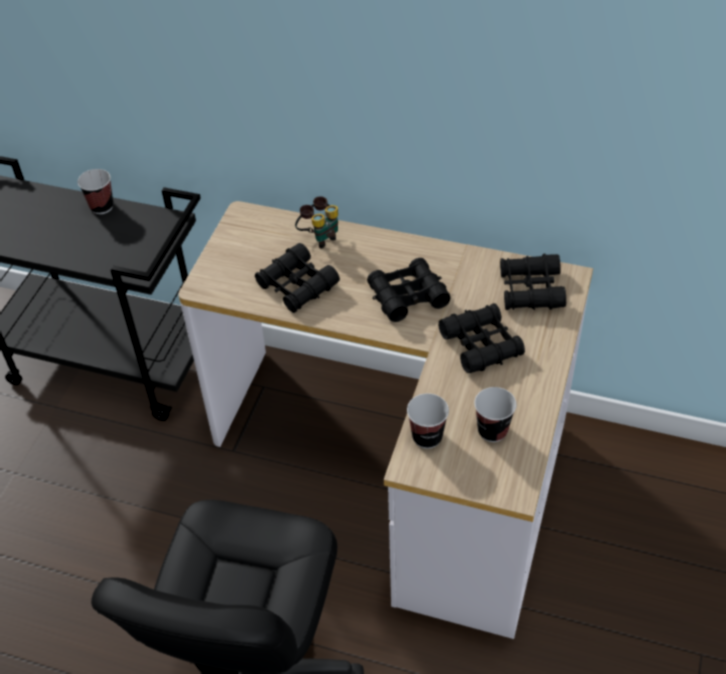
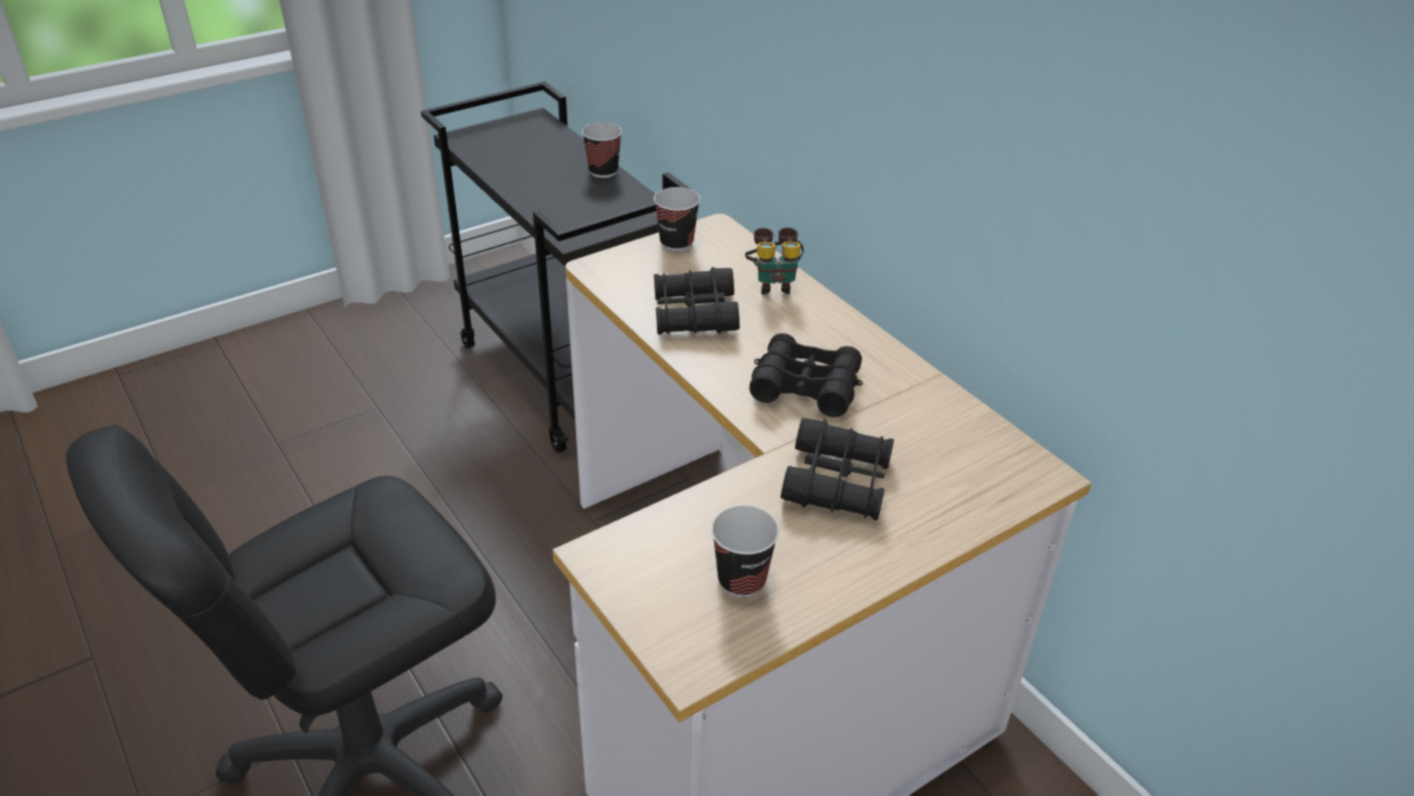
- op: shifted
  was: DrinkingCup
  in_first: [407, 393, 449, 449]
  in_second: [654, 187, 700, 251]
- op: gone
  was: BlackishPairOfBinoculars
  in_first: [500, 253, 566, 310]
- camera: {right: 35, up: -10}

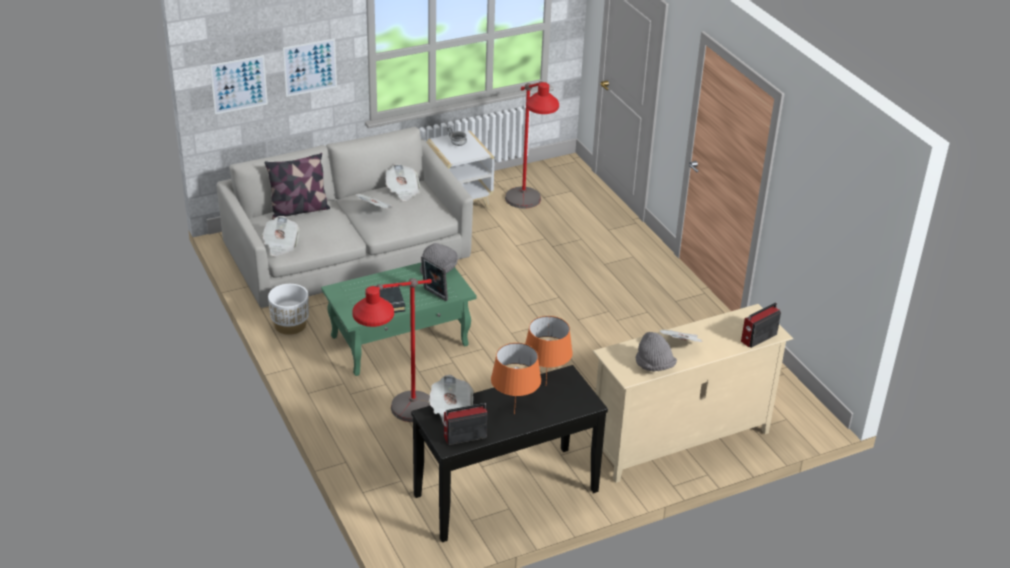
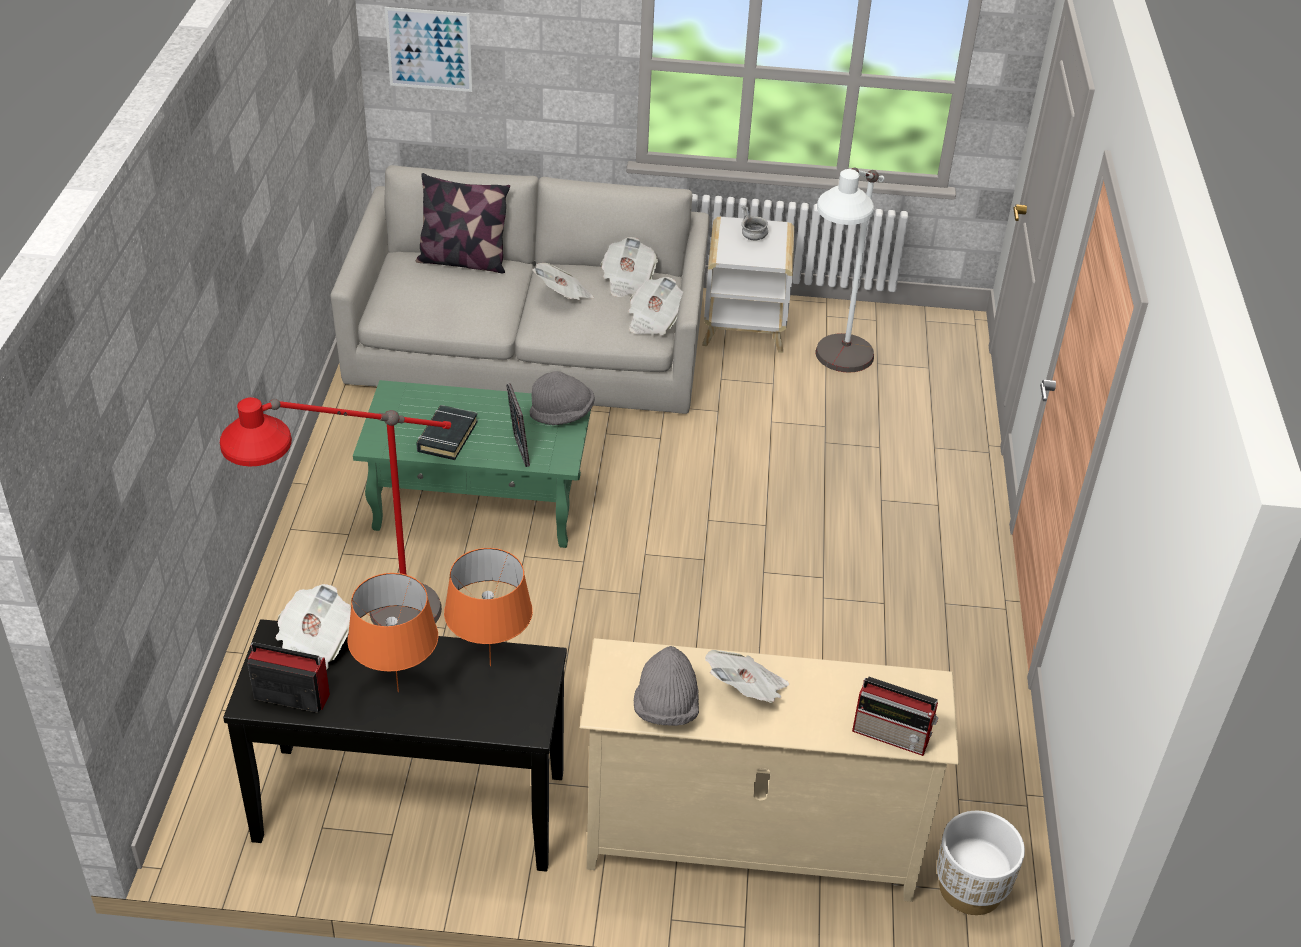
- op: shifted
  was: PrintedPaper
  in_first: [262, 216, 300, 256]
  in_second: [628, 277, 683, 335]
- op: shifted
  was: WhitishPlanter
  in_first: [268, 284, 309, 335]
  in_second: [937, 811, 1025, 915]
- op: gone
  was: WallArt
  in_first: [283, 38, 337, 97]
- op: repainted
  was: RedStandardLamp
  now: WhitishStandardLamp
  in_first: [505, 81, 559, 209]
  in_second: [815, 167, 885, 372]
- op: rotated
  was: RadioSet
  in_first: [741, 302, 781, 348]
  in_second: [852, 677, 938, 756]
  clockwise: -150
- camera: {right: 30, up: 5}

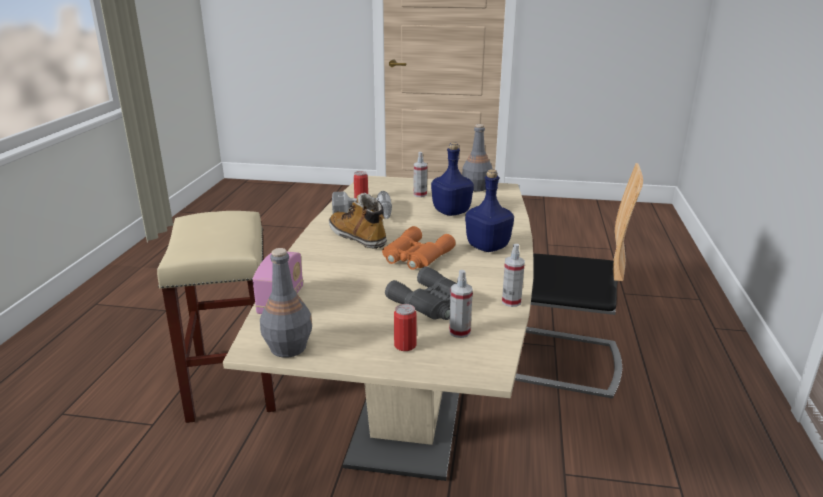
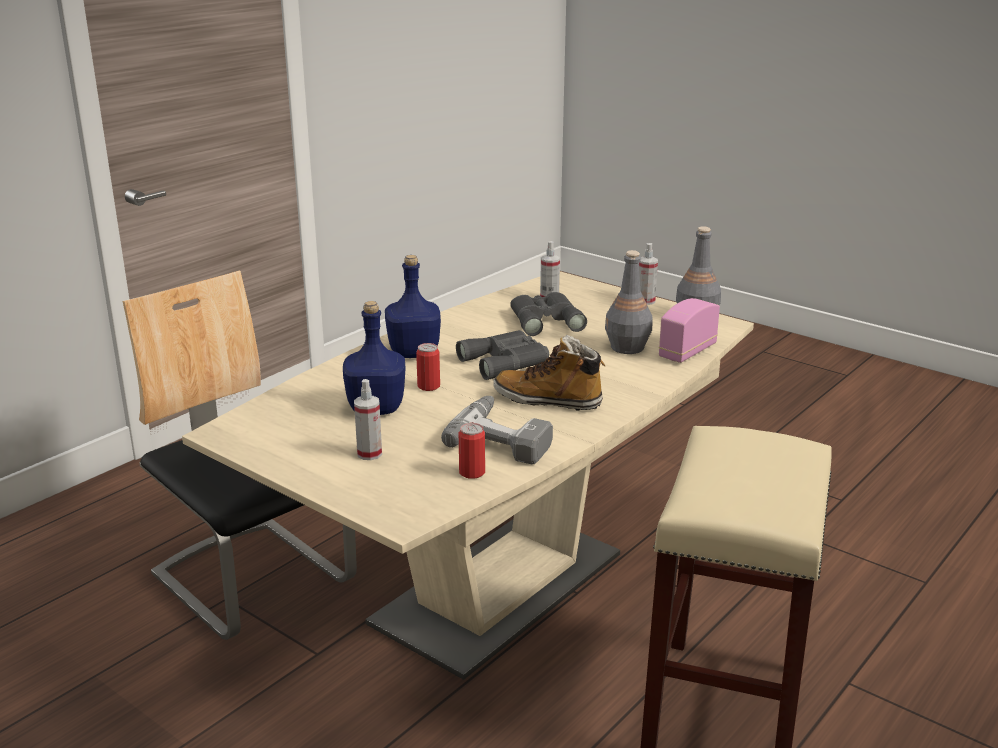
- op: rotated
  was: TallBoot
  in_first: [329, 192, 387, 249]
  in_second: [493, 335, 606, 411]
  clockwise: 120
- op: repainted
  was: OrangeyPairOfBinoculars
  now: GreyishPairOfBinoculars
  in_first: [382, 226, 456, 270]
  in_second: [456, 330, 549, 380]
- op: shifted
  was: Can
  in_first: [394, 304, 417, 351]
  in_second: [416, 343, 440, 391]
- op: shifted
  was: GreyishBeverageBottle
  in_first: [462, 124, 493, 192]
  in_second: [605, 250, 652, 354]
- op: shifted
  was: Sprayer
  in_first: [502, 244, 525, 307]
  in_second: [639, 243, 658, 305]
- camera: {right: -150, up: 0}

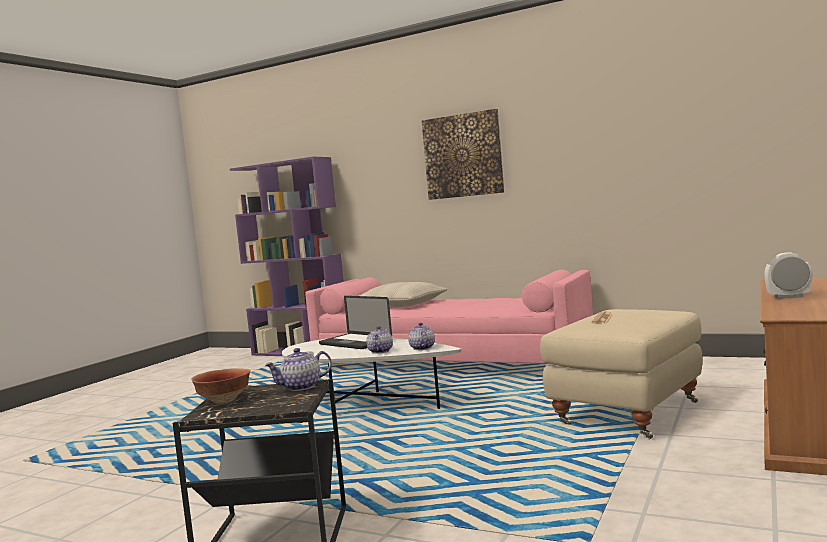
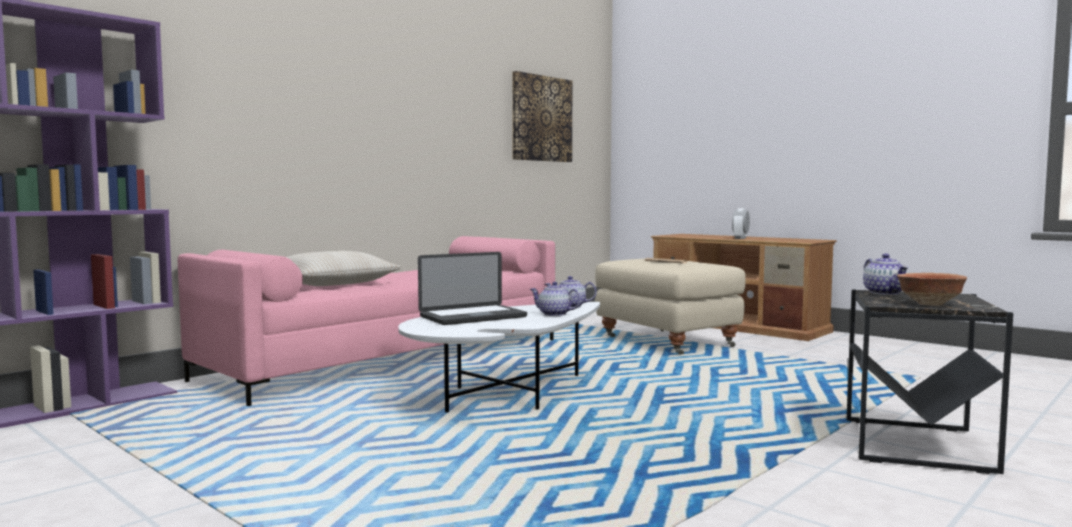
- op: shifted
  was: WallArt
  in_first: [422, 109, 504, 200]
  in_second: [512, 71, 572, 162]
- camera: {right: -75, up: 0}

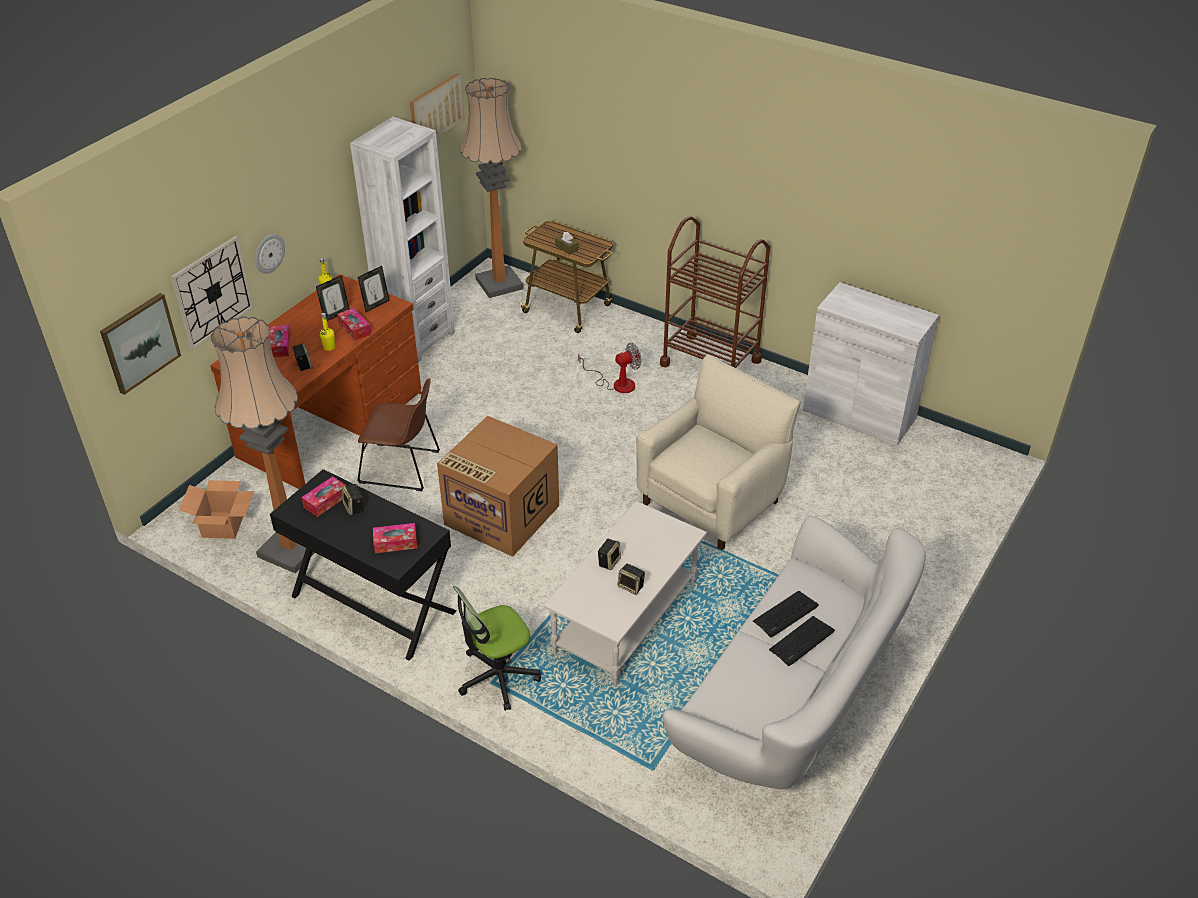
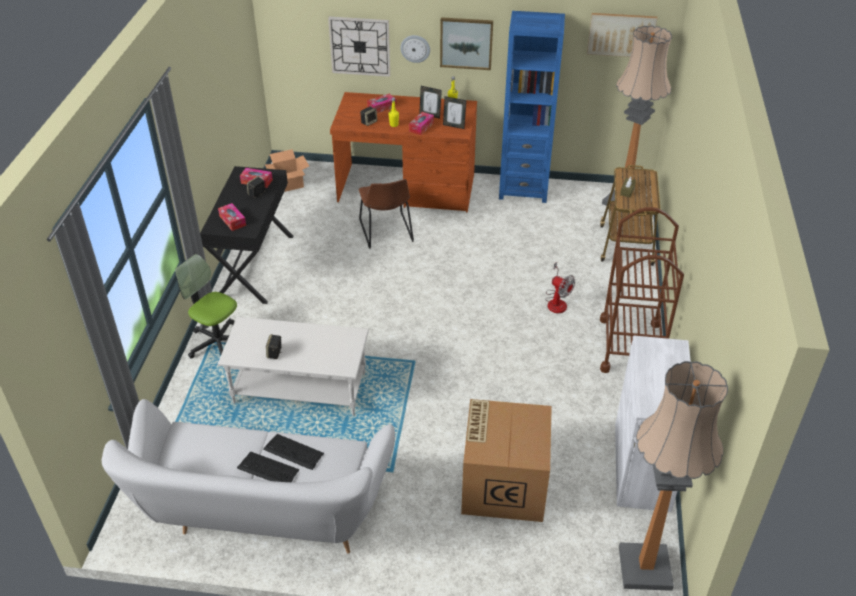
- op: shifted
  was: WallArt
  in_first: [100, 293, 181, 395]
  in_second: [440, 17, 493, 70]
- op: shifted
  was: StandardLamp
  in_first: [211, 316, 315, 573]
  in_second: [619, 361, 728, 591]
- op: repainted
  was: WhitishBookcase
  now: BlueBookcase
  in_first: [350, 117, 455, 363]
  in_second: [499, 11, 565, 203]
- op: shifted
  was: CardboardBox
  in_first: [437, 416, 559, 557]
  in_second: [461, 399, 552, 522]
- op: gone
  was: AudioSpeaker
  in_first: [598, 539, 621, 570]
- op: gone
  was: BeigeColouredArmchair
  in_first: [636, 354, 800, 550]
- camera: {right: 65, up: 0}

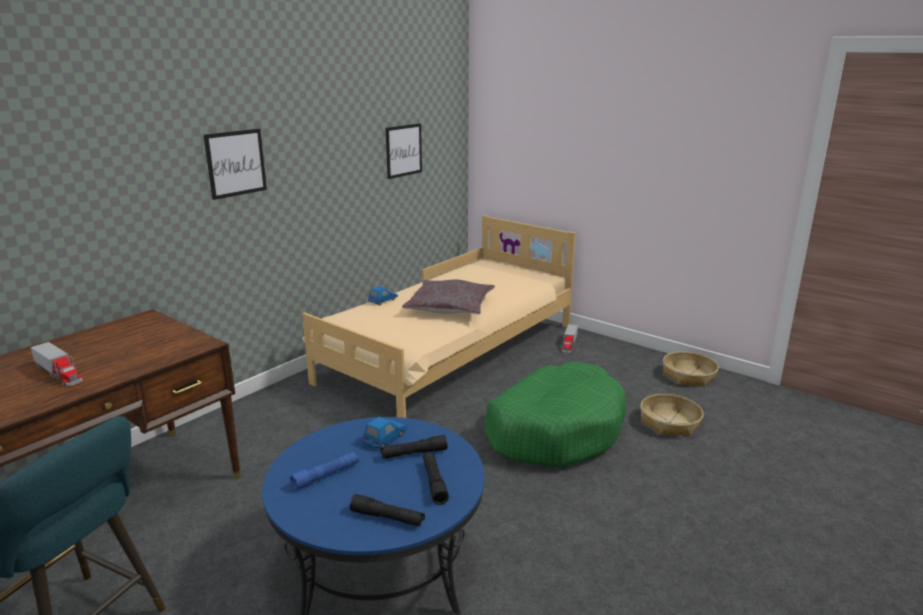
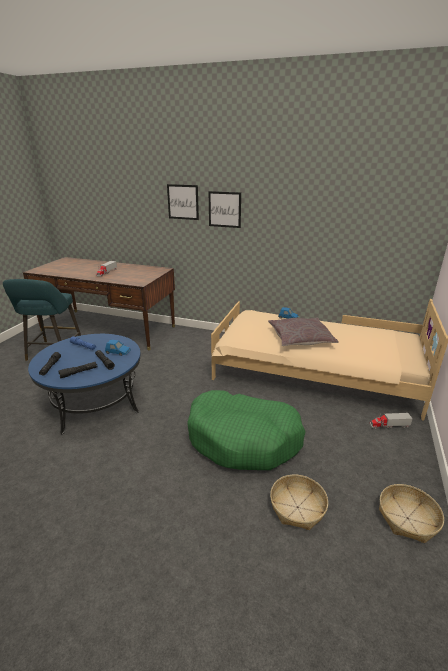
- op: shifted
  was: WallArt
  in_first: [386, 123, 422, 179]
  in_second: [167, 184, 199, 220]
- camera: {right: 70, up: 5}

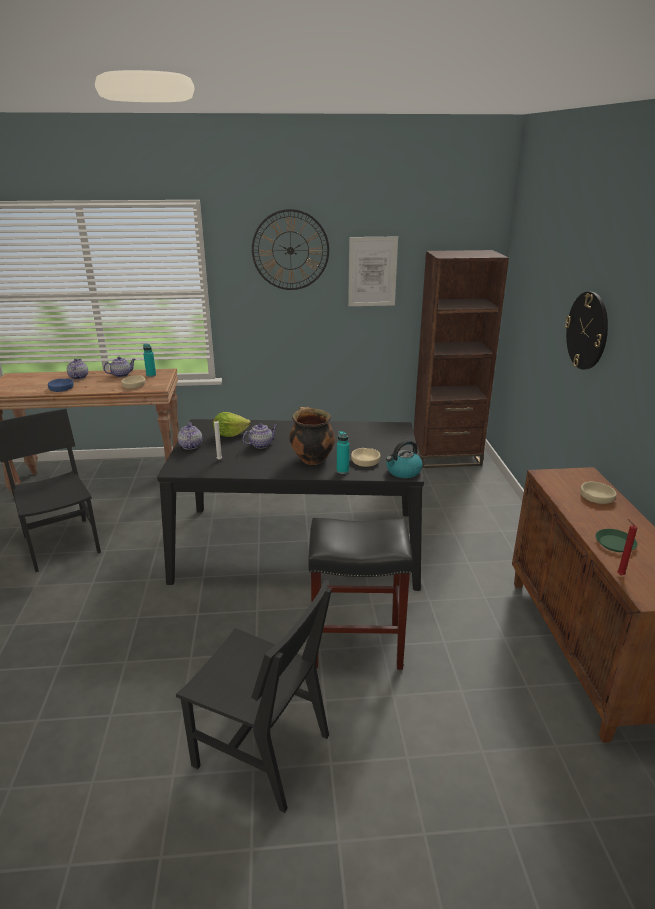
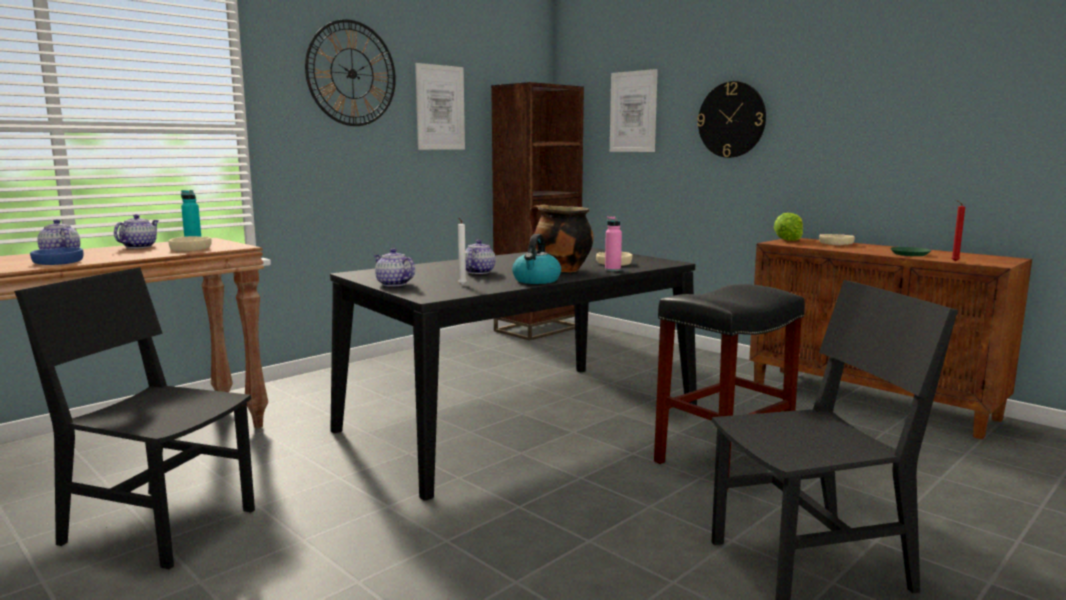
- op: shifted
  was: LettuceHead
  in_first: [213, 412, 251, 437]
  in_second: [774, 213, 803, 241]
- op: repainted
  was: BlueGreenBeverageBottle
  now: PinkishBeverageBottle
  in_first: [337, 431, 350, 474]
  in_second: [605, 216, 622, 271]
- op: shifted
  was: WaterKettle
  in_first: [386, 440, 423, 478]
  in_second: [512, 234, 561, 284]
- op: new
  now: WallArt
  in_second: [610, 69, 658, 152]
- camera: {right: -40, up: -15}

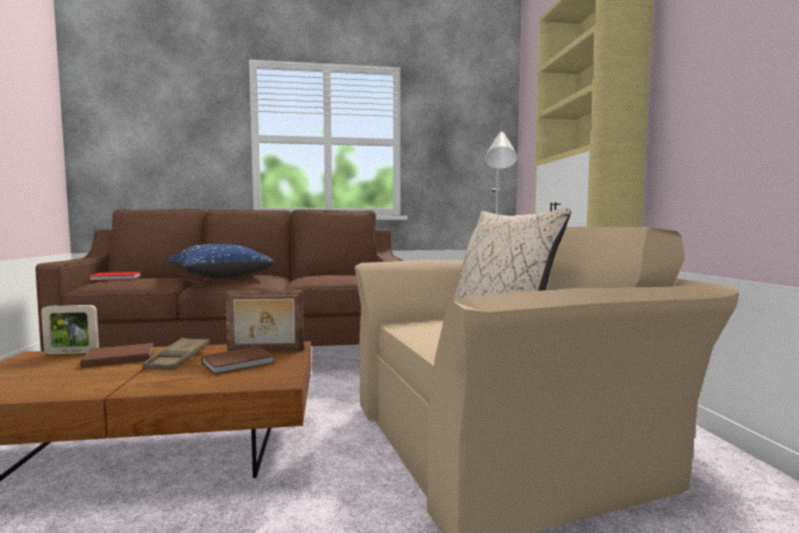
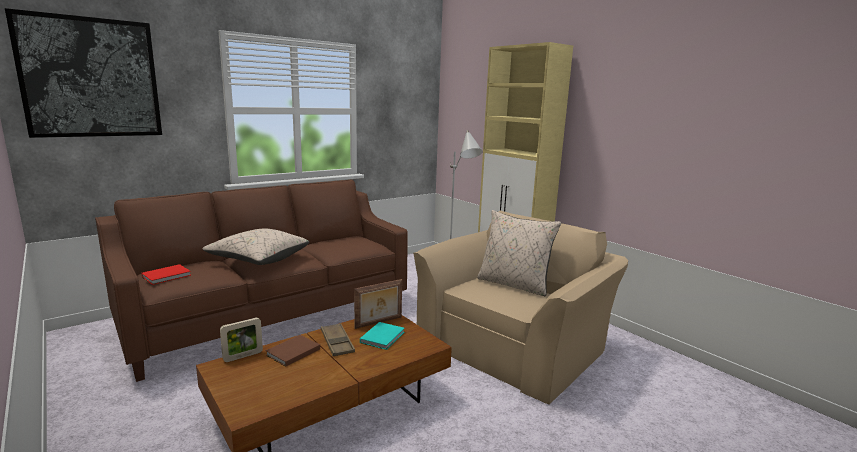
- op: repainted
  was: BlueThrowPillow
  now: BeigeColouredThrowPillow
  in_first: [167, 244, 274, 278]
  in_second: [202, 228, 309, 265]
- op: repainted
  was: BrownBook
  now: BlueGreenBook
  in_first: [201, 346, 275, 375]
  in_second: [360, 322, 404, 350]
- op: new
  now: WallArt
  in_second: [5, 8, 162, 138]
- camera: {right: -30, up: 10}

